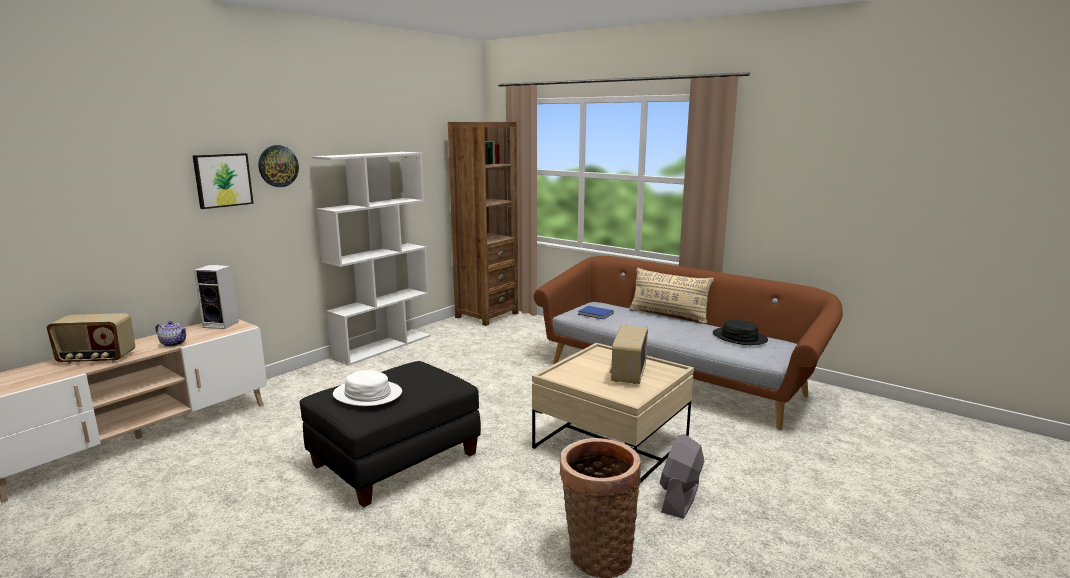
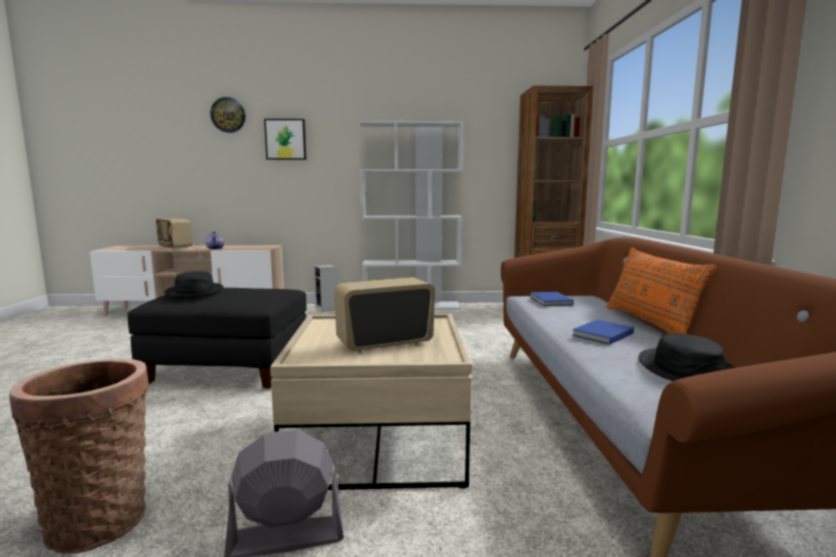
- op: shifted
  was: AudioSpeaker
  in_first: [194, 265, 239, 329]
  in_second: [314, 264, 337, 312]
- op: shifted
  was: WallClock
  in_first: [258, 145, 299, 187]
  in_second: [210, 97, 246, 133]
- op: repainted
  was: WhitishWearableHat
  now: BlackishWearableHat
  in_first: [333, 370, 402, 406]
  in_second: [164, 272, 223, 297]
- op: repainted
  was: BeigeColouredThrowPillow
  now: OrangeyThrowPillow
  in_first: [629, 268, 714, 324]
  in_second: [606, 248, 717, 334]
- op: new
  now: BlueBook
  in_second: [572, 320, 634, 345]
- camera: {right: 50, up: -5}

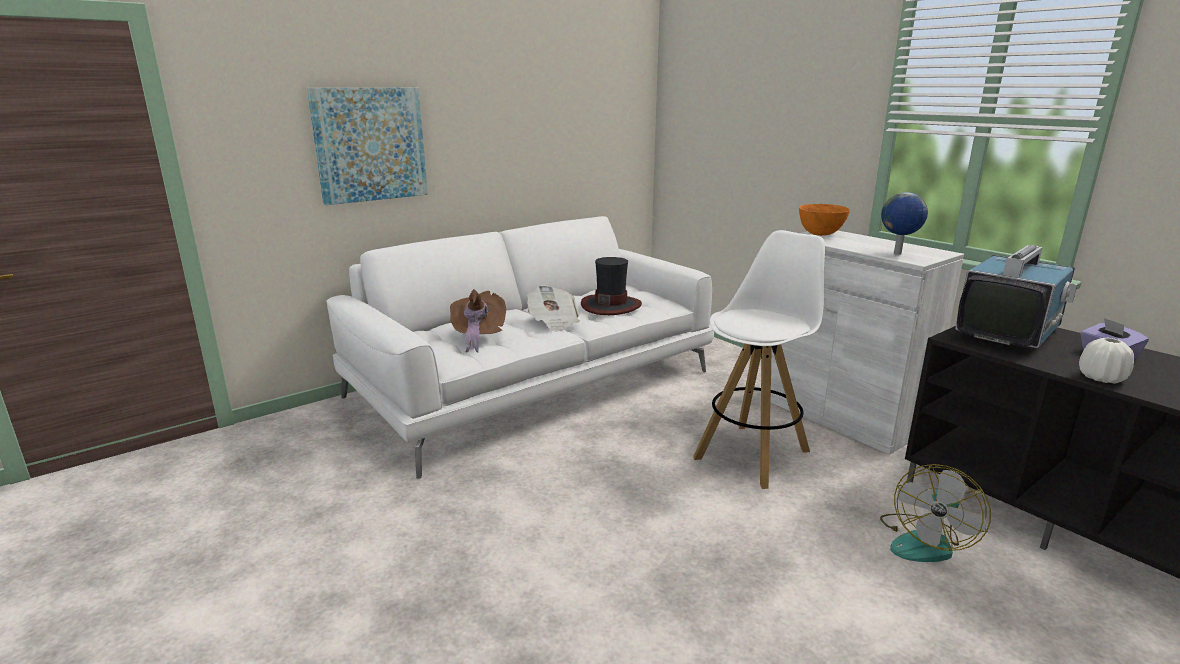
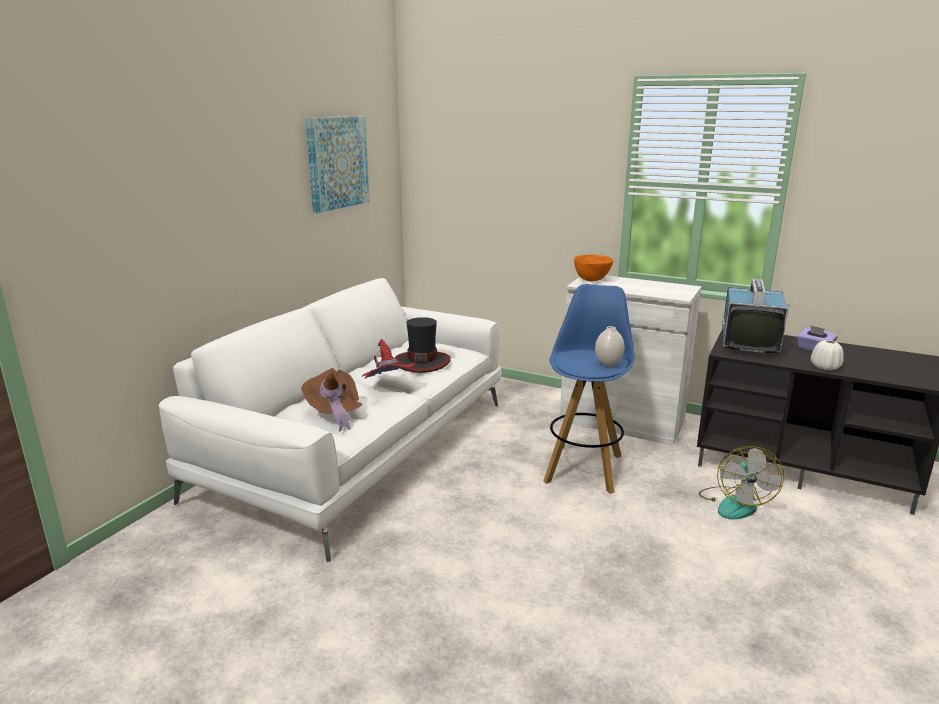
- op: shifted
  was: WallArt
  in_first: [307, 88, 428, 205]
  in_second: [305, 116, 370, 213]
- op: swapped
  was: PrintedPaper
  now: RedWearableHat
  in_first: [527, 285, 580, 332]
  in_second: [361, 339, 416, 378]
- op: repainted
  was: WhitishSittingStool
  now: BlueSittingStool
  in_first: [693, 230, 825, 489]
  in_second: [543, 284, 634, 494]
- op: gone
  was: DeskGlobe
  in_first: [881, 192, 928, 255]
- op: new
  now: WhitishFlowerVase
  in_second: [595, 326, 625, 367]
- camera: {right: -25, up: 0}

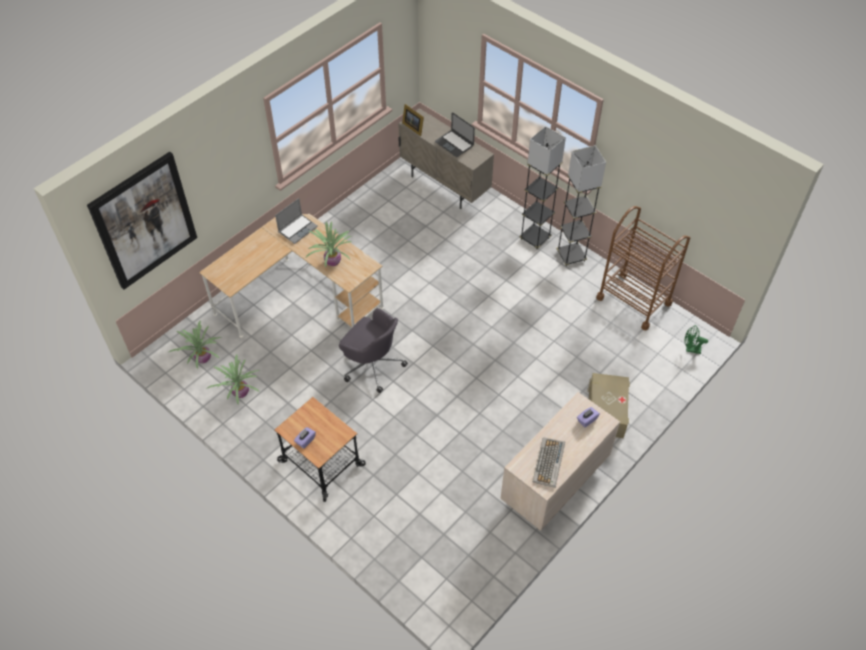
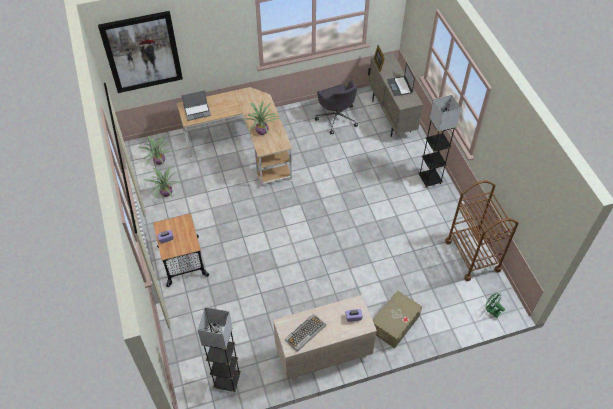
- op: shifted
  was: Laptop
  in_first: [275, 198, 318, 244]
  in_second: [182, 90, 211, 121]
- op: shifted
  was: GreyishDeskChair
  in_first: [339, 308, 408, 393]
  in_second: [315, 80, 358, 134]
- op: shifted
  was: GreyishStandardLamp
  in_first: [556, 145, 606, 266]
  in_second: [197, 307, 241, 392]
- camera: {right: 30, up: 0}

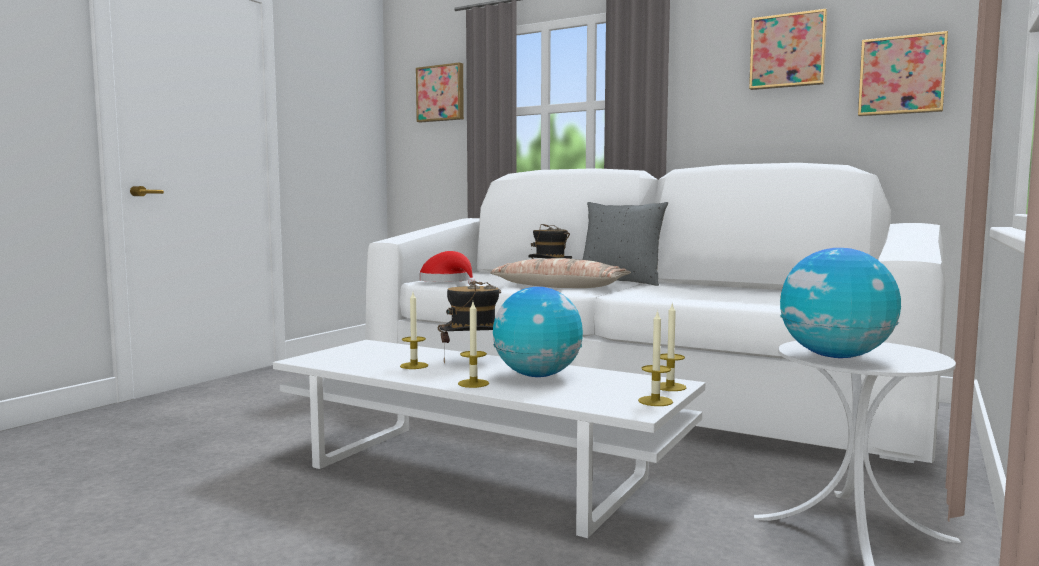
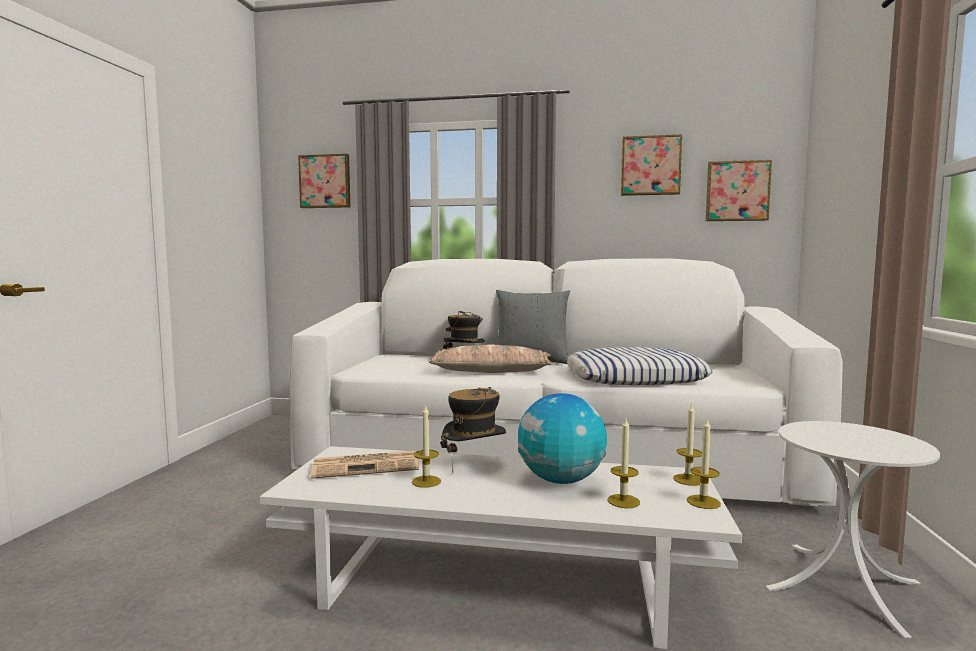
- op: gone
  was: RedWearableHat
  in_first: [419, 251, 476, 285]
- op: shifted
  was: WaxCandle
  in_first: [458, 302, 489, 388]
  in_second: [608, 419, 640, 508]
- op: gone
  was: DeskGlobe
  in_first: [780, 248, 901, 358]
- op: new
  now: PrintedPaper
  in_second: [311, 451, 419, 479]
- op: new
  now: ThrowPillow
  in_second: [567, 347, 712, 385]
- camera: {right: -20, up: 0}

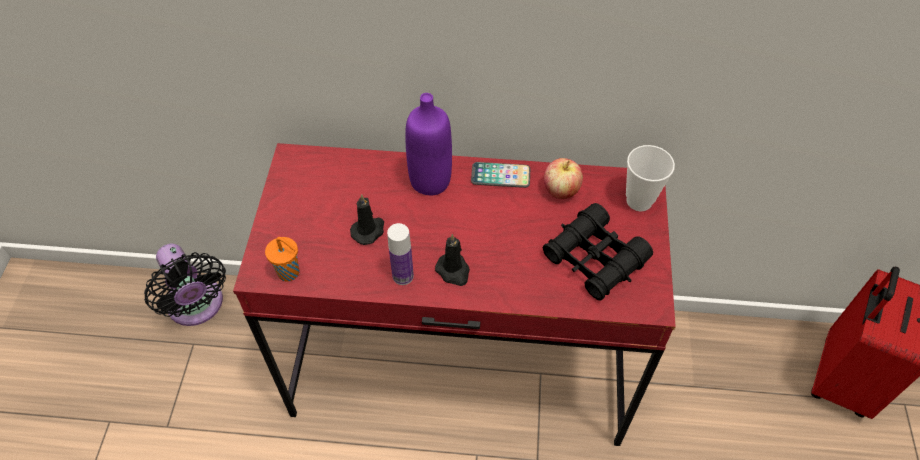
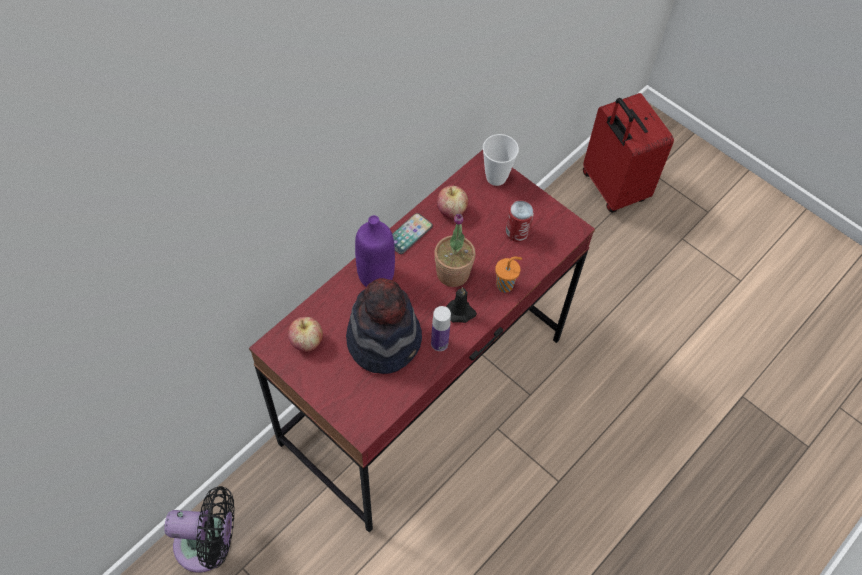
- op: shifted
  was: OrangeyDrinkingCup
  in_first: [265, 237, 299, 282]
  in_second: [495, 256, 522, 293]
- op: swapped
  was: BlackishWaxCandle
  now: WearableHat
  in_first: [350, 194, 384, 245]
  in_second: [346, 278, 422, 374]
- op: swapped
  was: BlackishPairOfBinoculars
  now: Can
  in_first: [543, 203, 653, 301]
  in_second: [505, 200, 534, 242]
- op: new
  now: Apple
  in_second: [288, 317, 323, 352]
- op: new
  now: PottedPlant
  in_second: [434, 213, 475, 287]
- camera: {right: -55, up: 5}

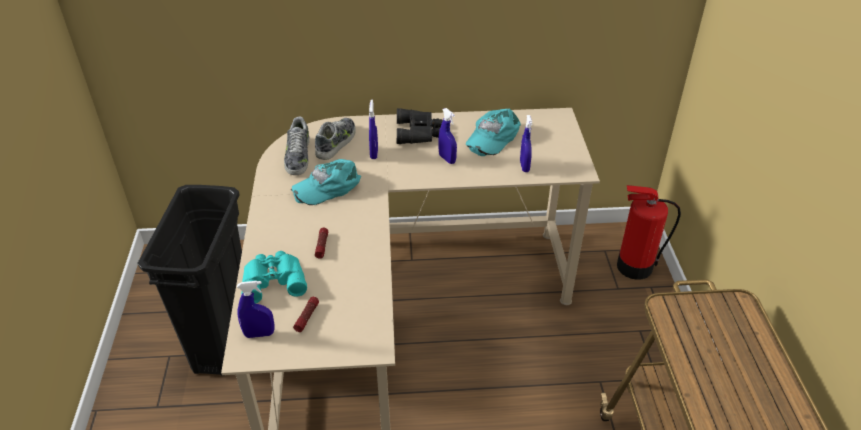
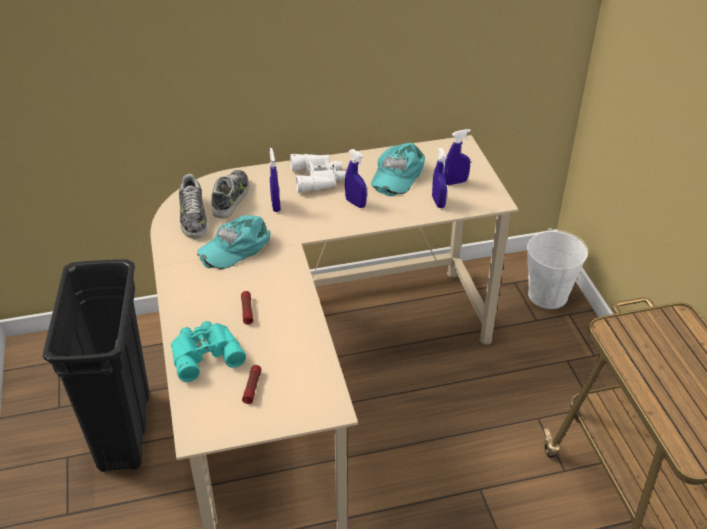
- op: shifted
  was: BlueSprayer
  in_first: [237, 281, 274, 338]
  in_second: [444, 129, 471, 185]
- op: repainted
  was: BlackishPairOfBinoculars
  now: WhitishPairOfBinoculars
  in_first: [397, 108, 443, 144]
  in_second: [290, 154, 346, 193]
- op: swapped
  was: FireFightingCylinder
  now: WhitishPail
  in_first: [617, 185, 681, 280]
  in_second: [527, 228, 588, 309]
- camera: {right: -10, up: 0}

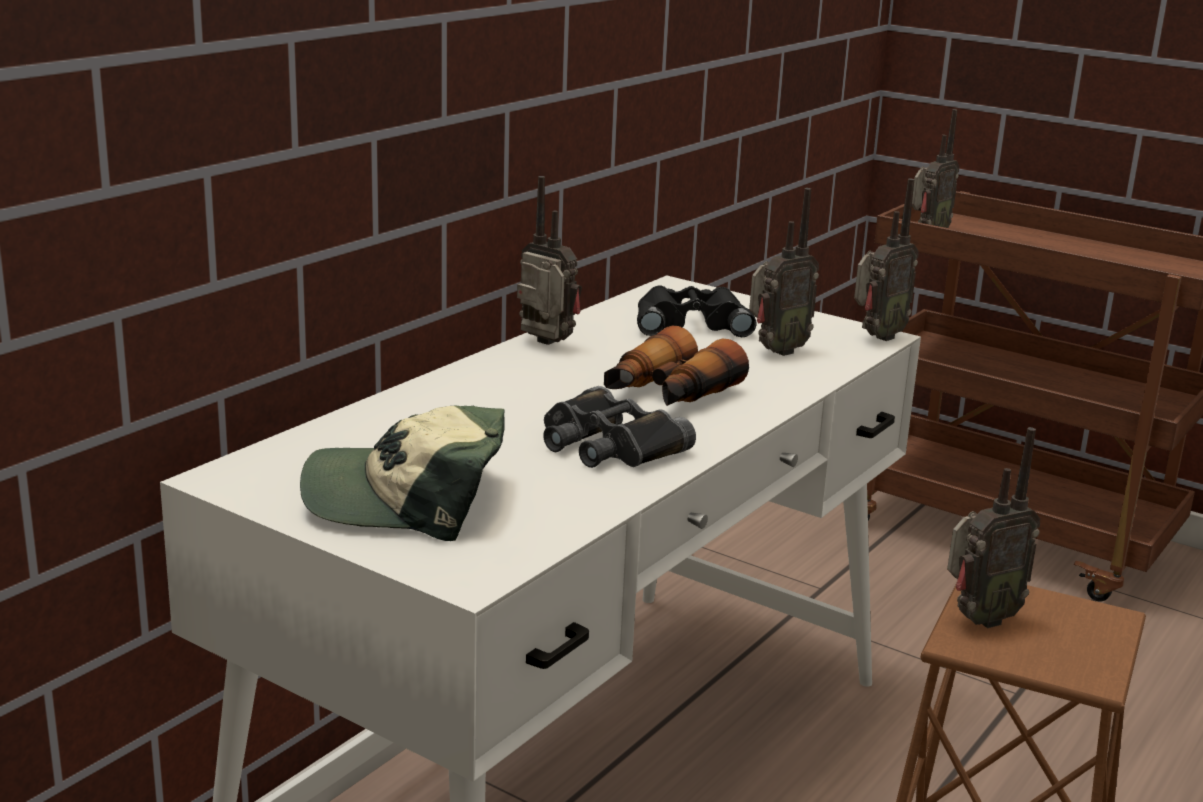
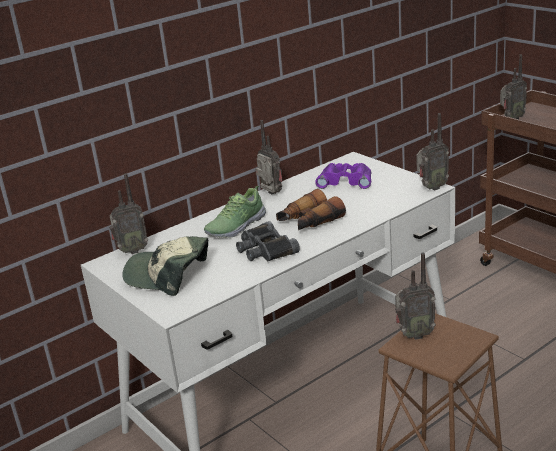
- op: repainted
  was: BlackishPairOfBinoculars
  now: PurplePairOfBinoculars
  in_first: [637, 286, 757, 337]
  in_second: [315, 163, 371, 189]
- op: shifted
  was: RadioSet
  in_first: [749, 188, 819, 356]
  in_second: [109, 174, 148, 254]
- op: new
  now: ItemOfFootwear
  in_second: [204, 185, 266, 238]
- camera: {right: 20, up: 5}

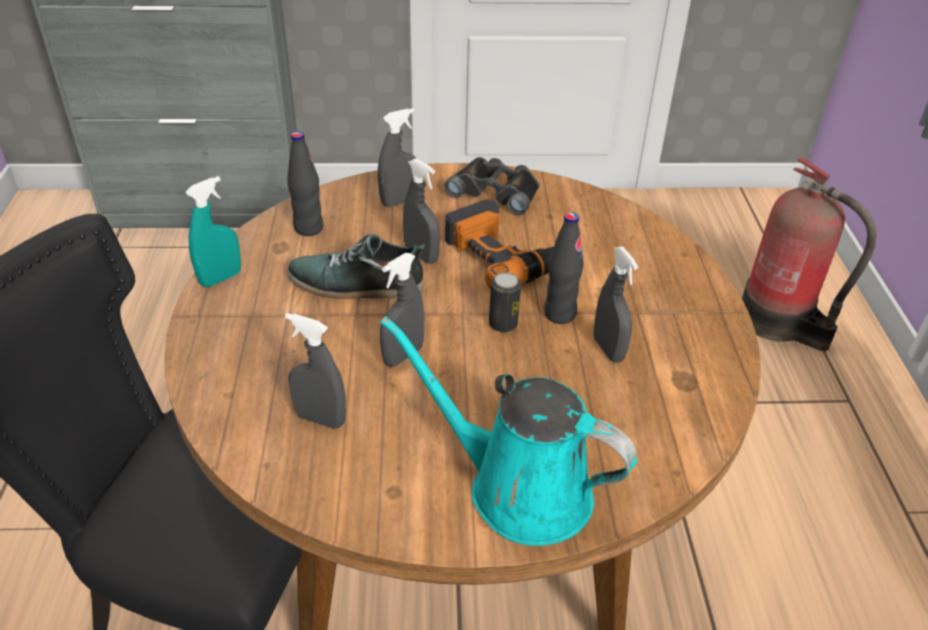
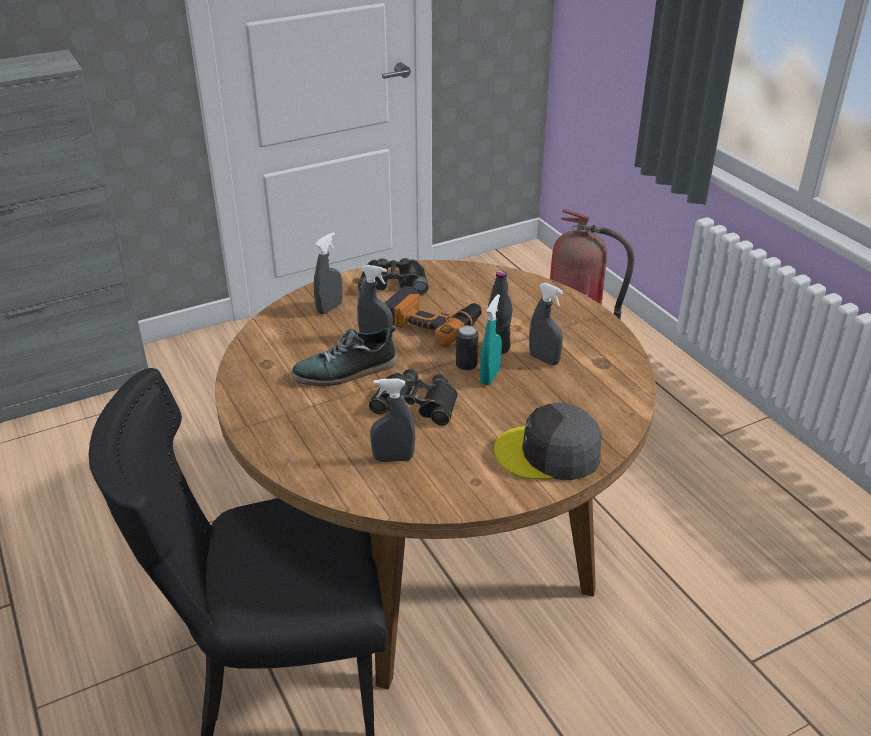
- op: shifted
  was: BlueGreenSprayer
  in_first: [185, 176, 241, 287]
  in_second: [480, 294, 502, 385]
- op: gone
  was: BlackishBeverageBottle
  in_first: [287, 132, 324, 236]
- op: swapped
  was: GreyishSprayer
  now: BlackishPairOfBinoculars
  in_first: [380, 253, 424, 367]
  in_second: [369, 369, 458, 426]
- op: swapped
  was: BlueGreenSprinklingCan
  now: GreyishCap
  in_first: [380, 316, 637, 546]
  in_second: [494, 402, 602, 480]
- camera: {right: -25, up: -5}

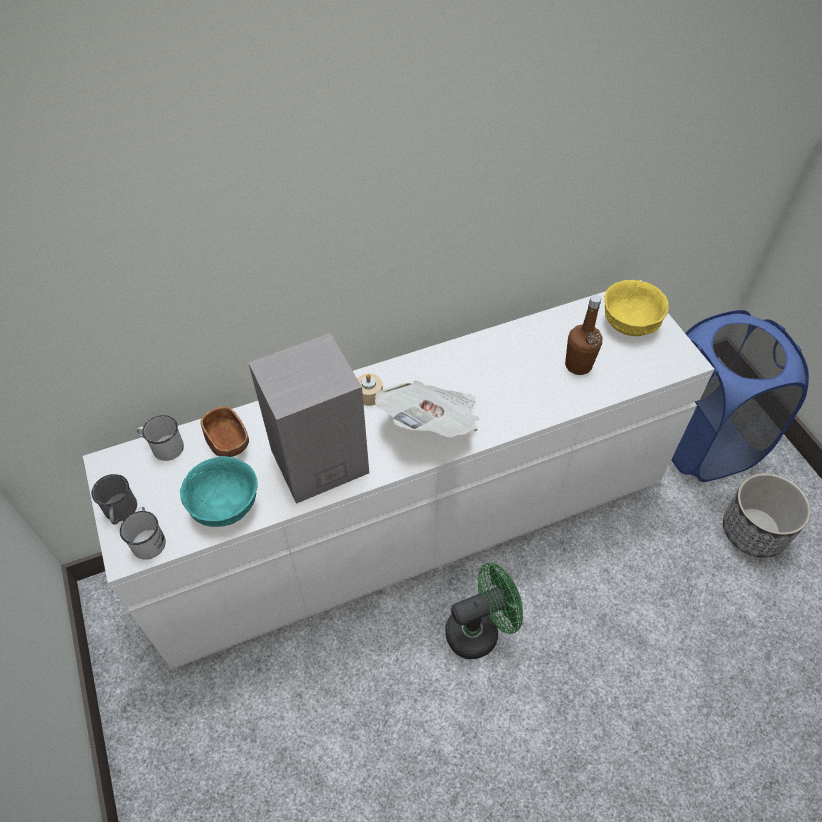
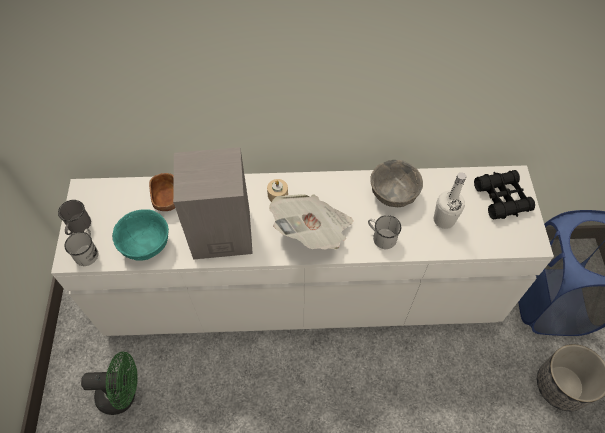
- op: shifted
  was: WhitishTeaMug
  in_first: [137, 415, 184, 461]
  in_second: [368, 215, 401, 249]
- op: shifted
  was: GreenishCoolingFan
  in_first: [445, 563, 523, 659]
  in_second: [81, 352, 138, 415]
- op: repainted
  was: BrownBeverageBottle
  now: WhitishBeverageBottle
  in_first: [565, 295, 602, 375]
  in_second: [434, 172, 466, 229]
- op: swapped
  was: YellowishServingBowl
  now: BlackishPairOfBinoculars
  in_first: [604, 280, 669, 336]
  in_second: [474, 170, 535, 219]
- op: new
  now: GreyishServingBowl
  in_second: [370, 160, 423, 207]
- camera: {right: 20, up: 5}

